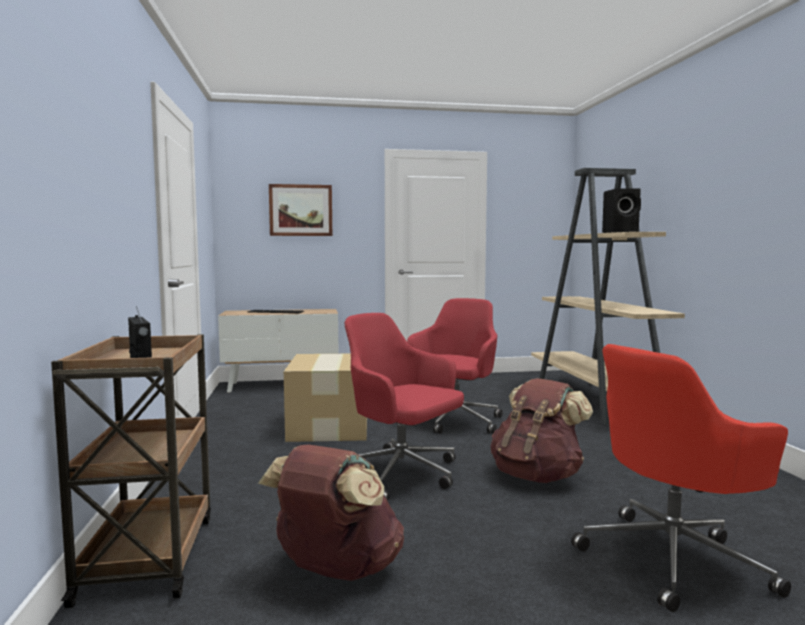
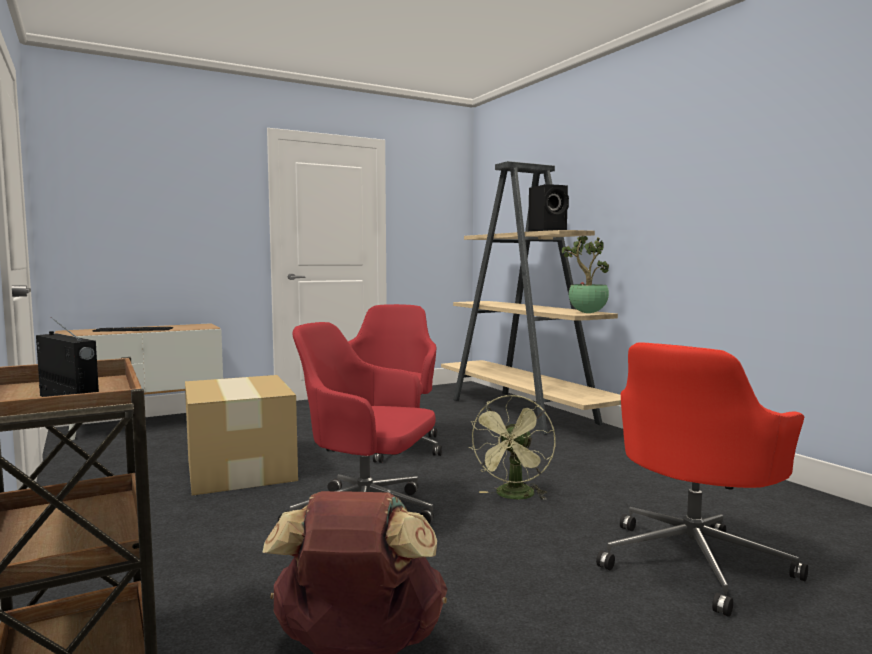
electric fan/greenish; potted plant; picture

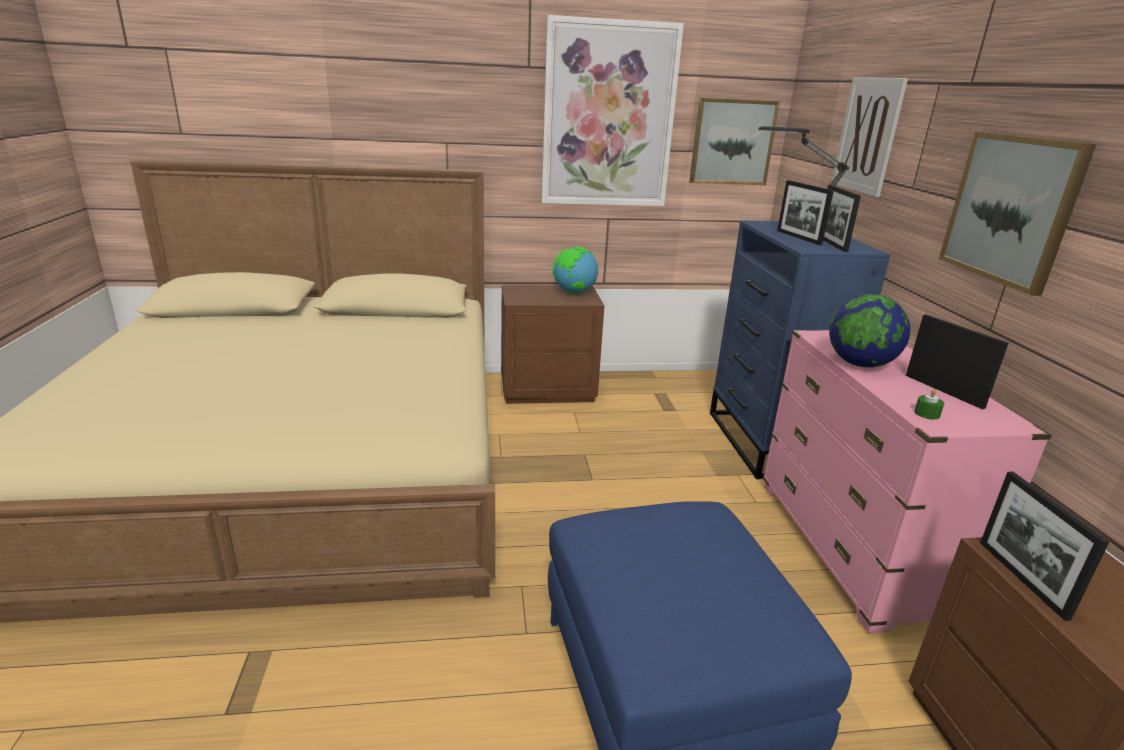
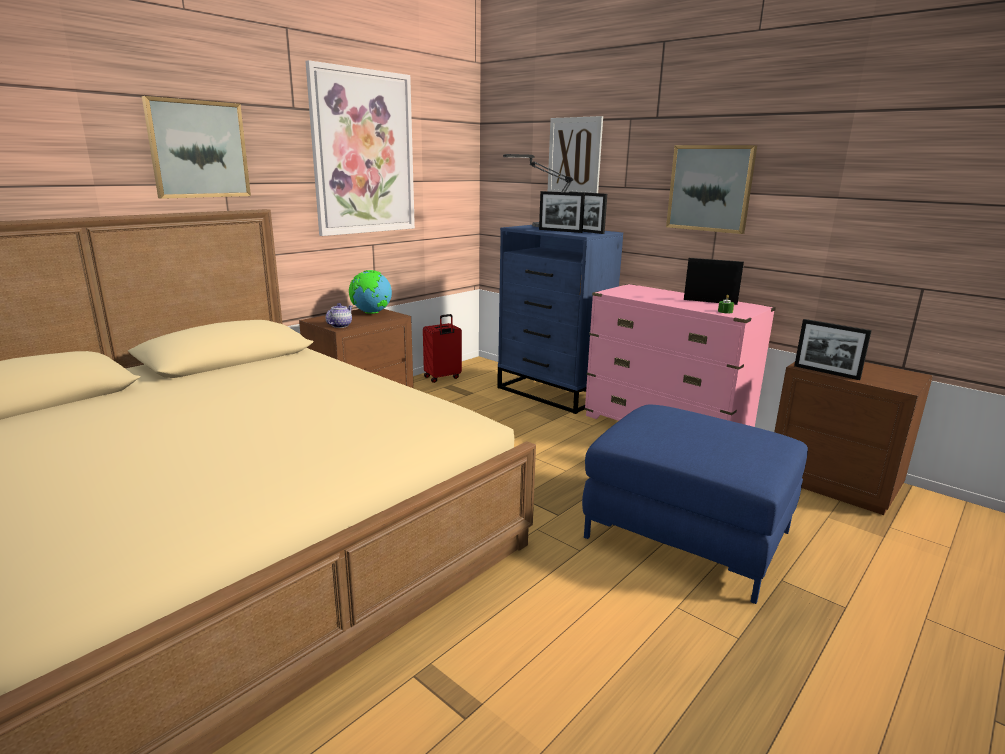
picture (1st from left); pot for tea; piece of luggage/red; globe (2nd from left in the first image)

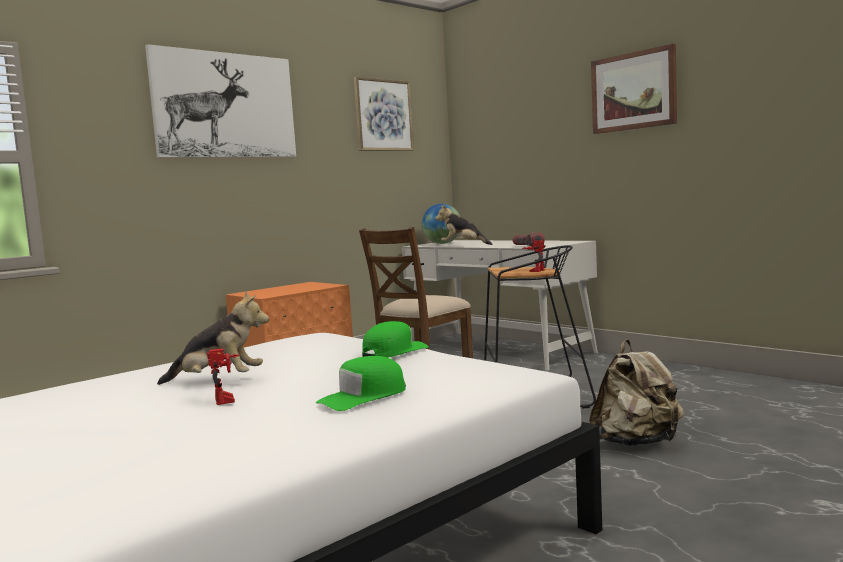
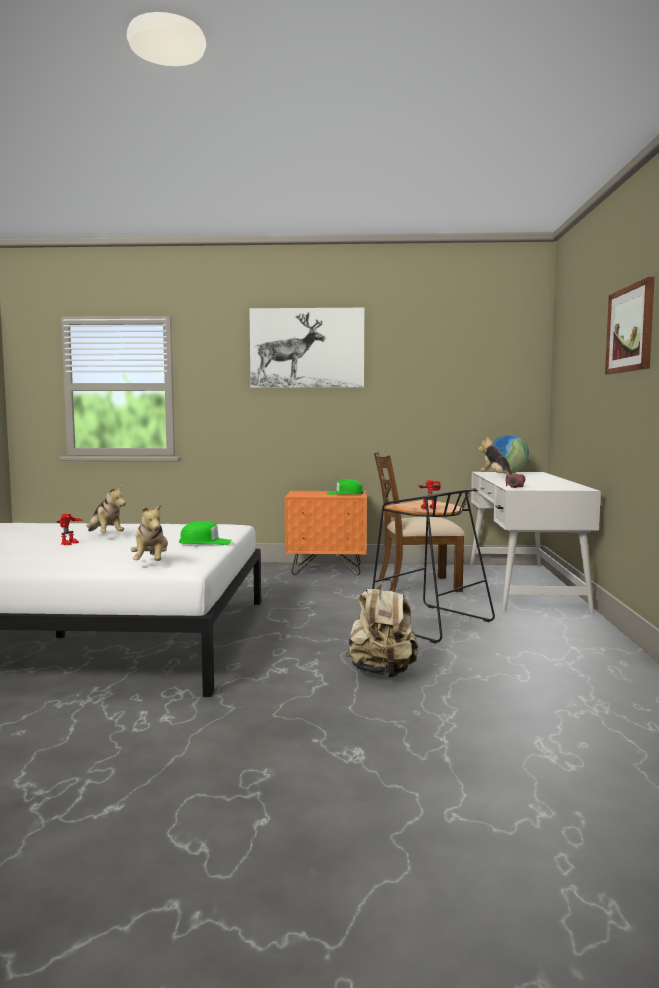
cuddly toy (2nd from left); peaked cap/greenish (2nd from left); picture (2nd from left in the first image)

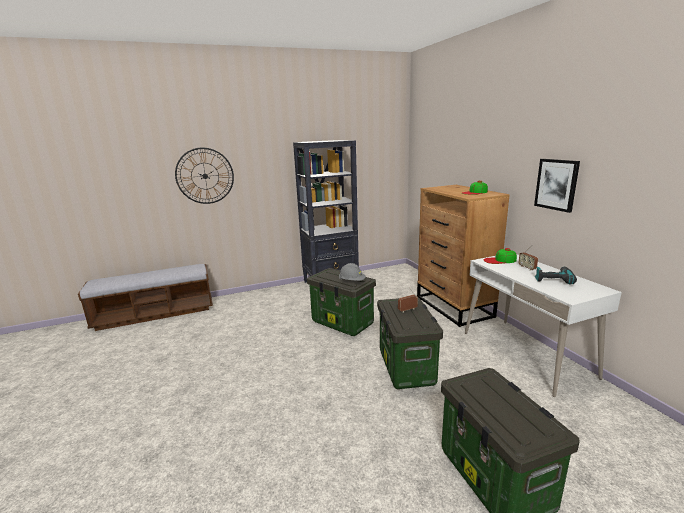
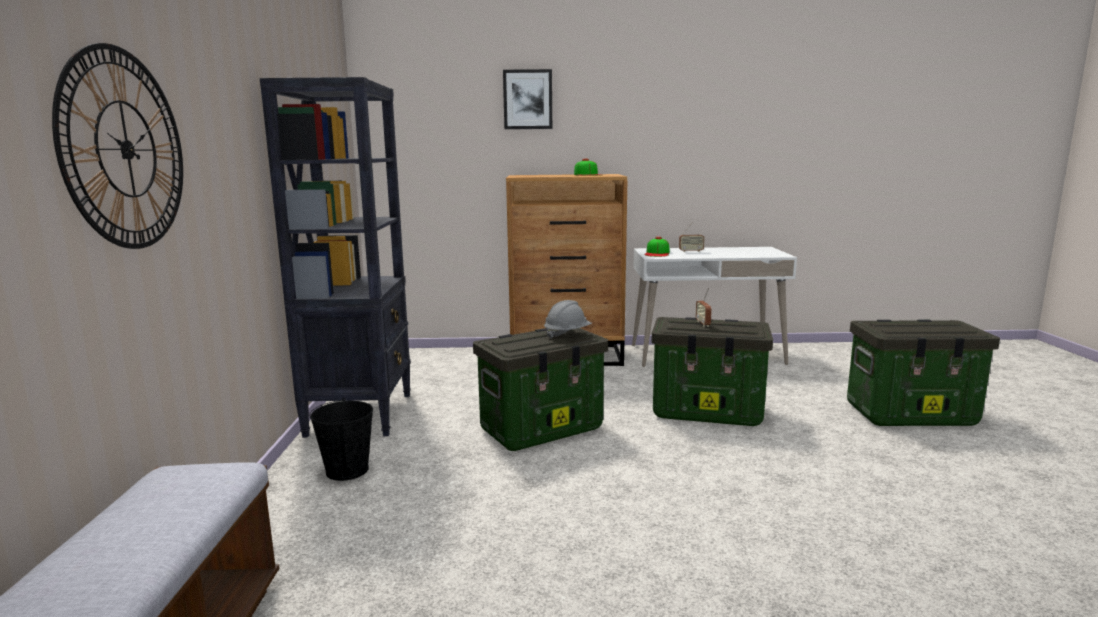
pail/black-coloured; picture; power drill

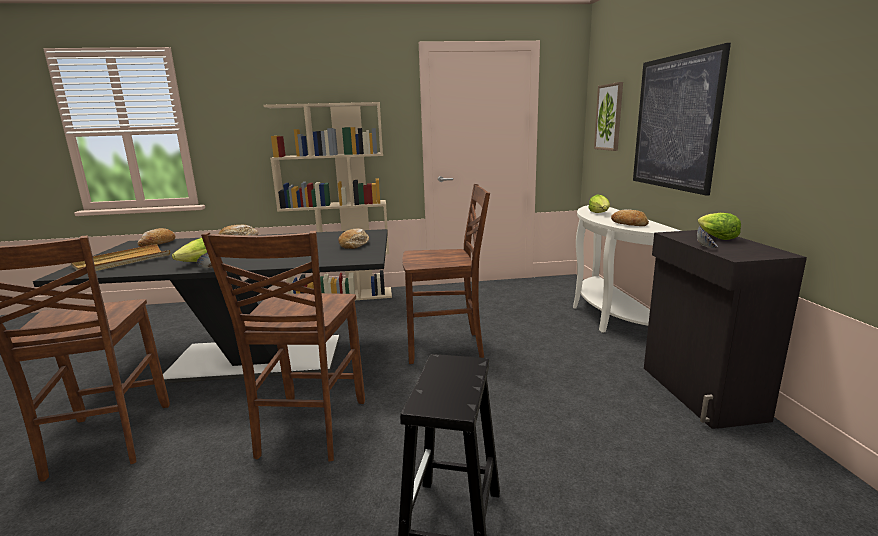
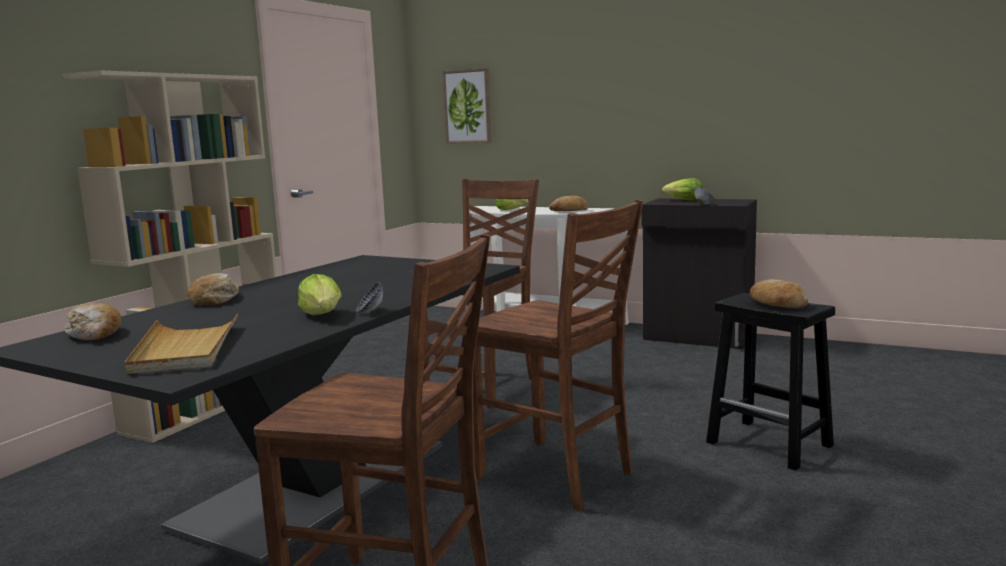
bread (4th from left); picture (2nd from left in the first image)

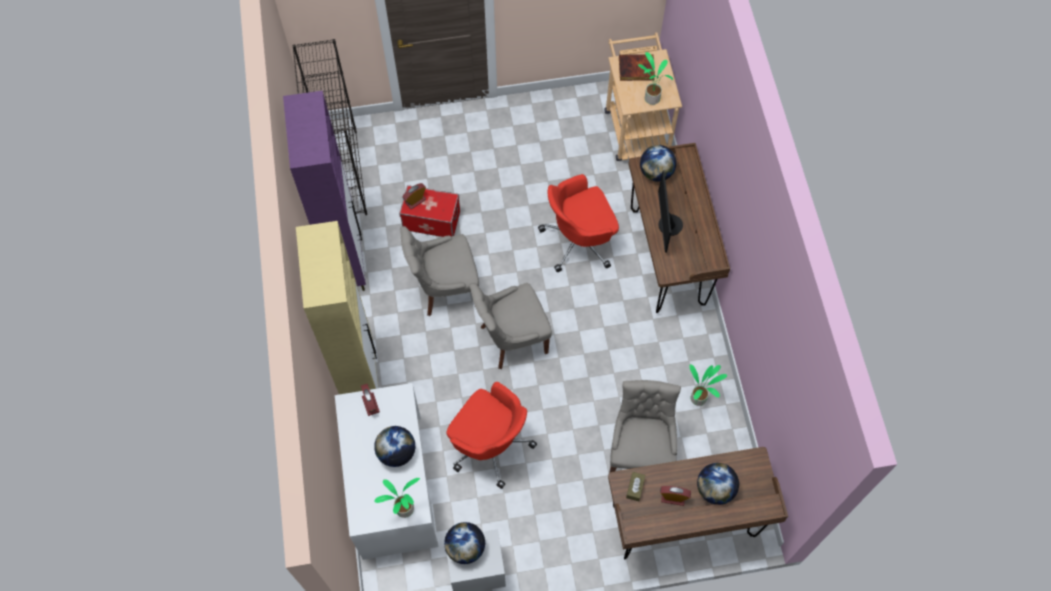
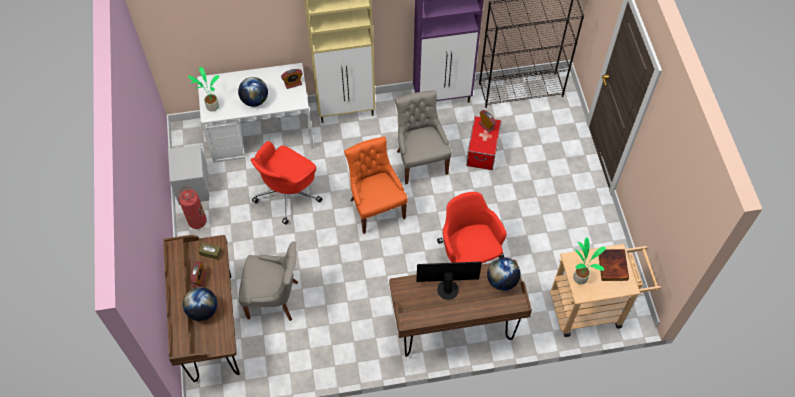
fire-fighting cylinder; plain chair/orangey; globe (2nd from left in the first image); potted plant (3rd from left in the first image)

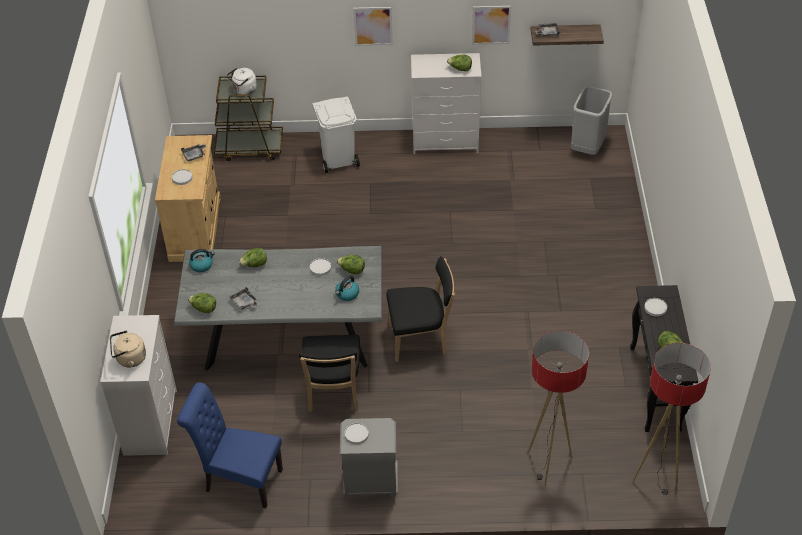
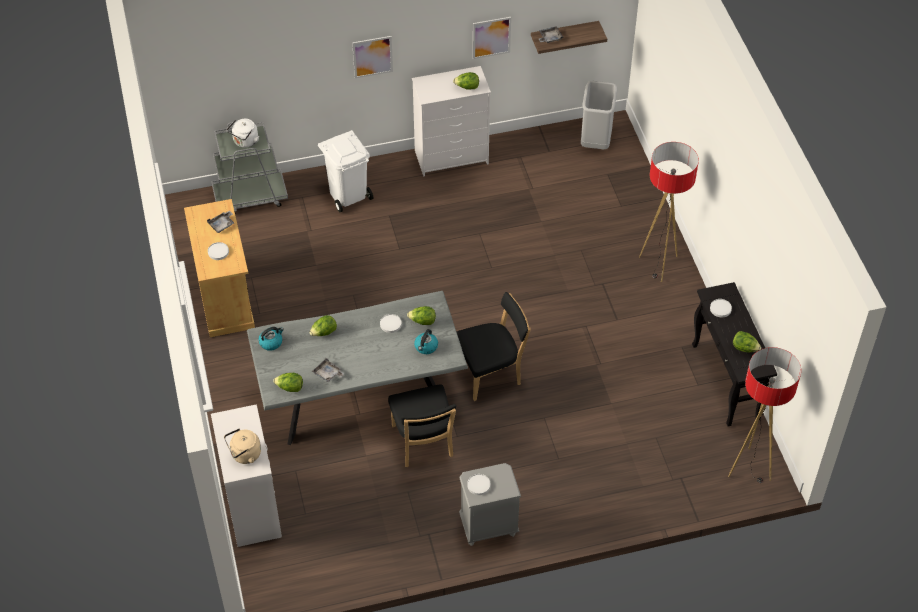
wheeled cart/greyish; standard lamp (1st from left); plain chair/bluish

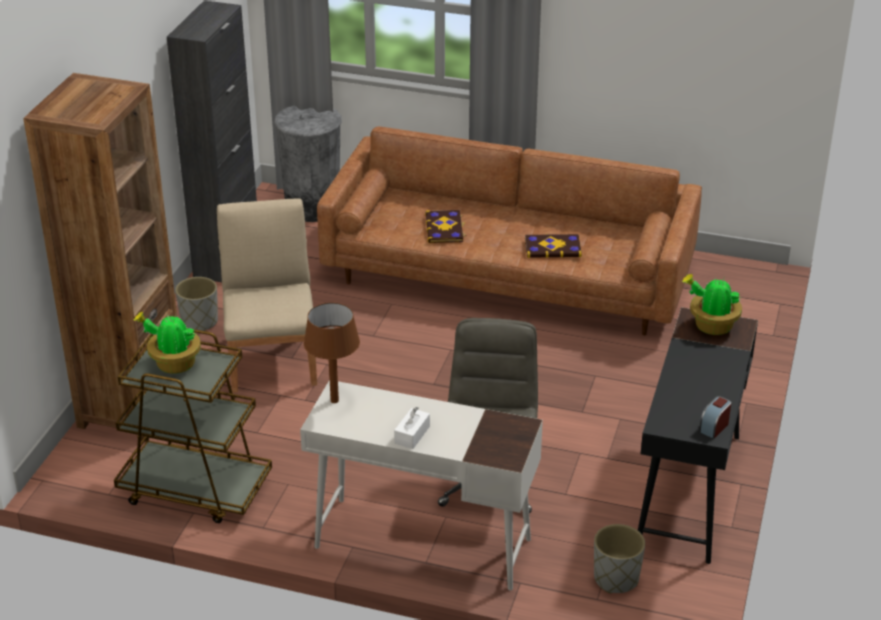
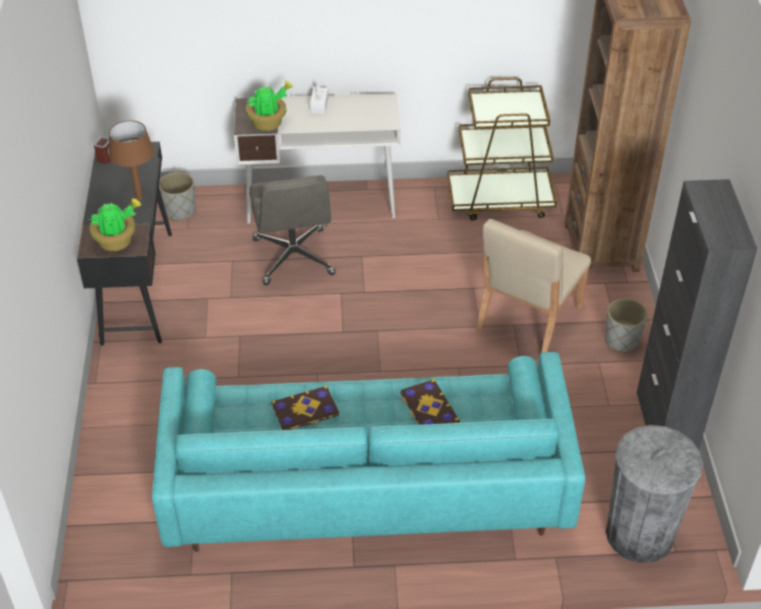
tabletop lamp/brown-coloured; sofa/turquoise-coloured; potted plant (2nd from left); plain chair/beige-coloured

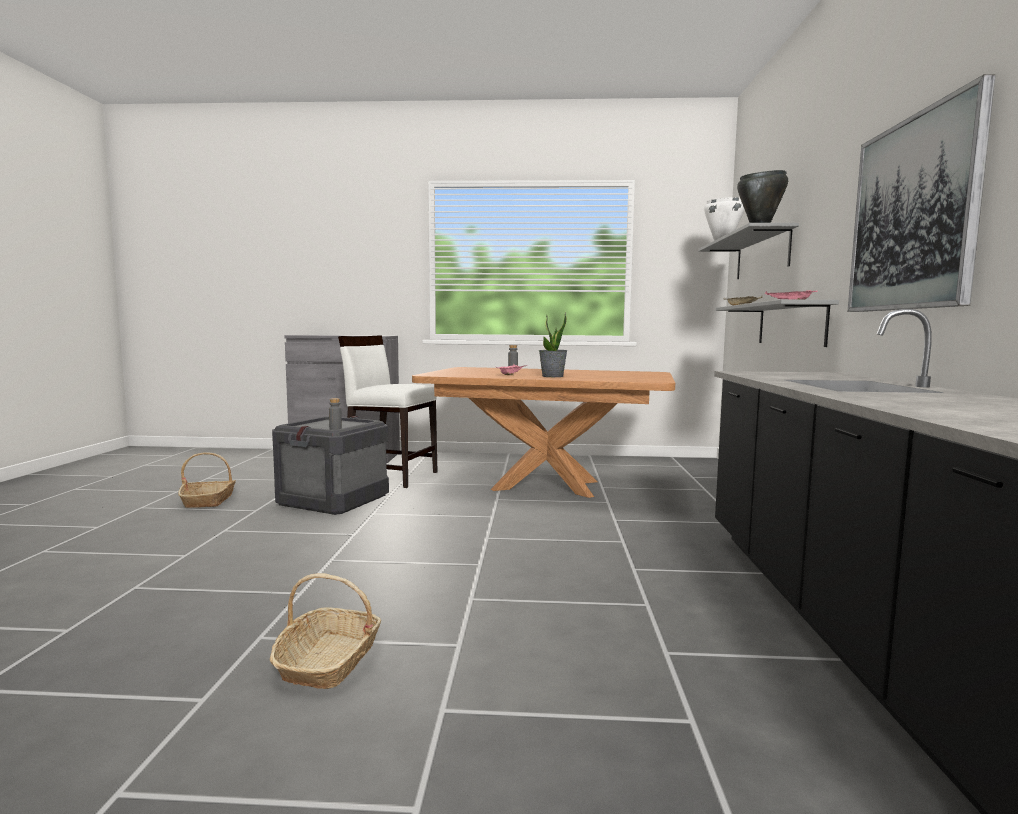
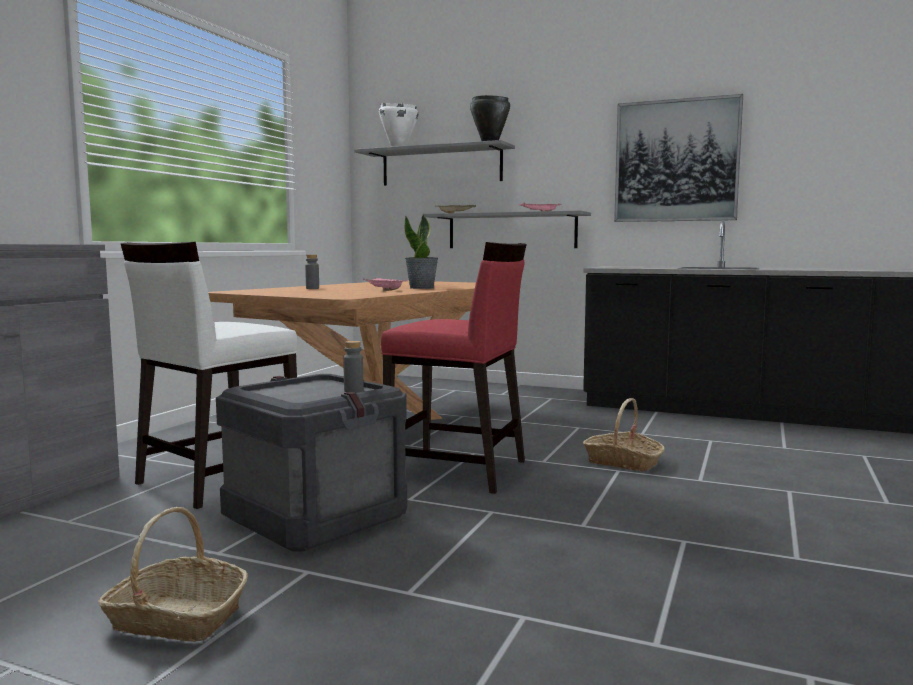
plain chair/red; household basket (2nd from left)

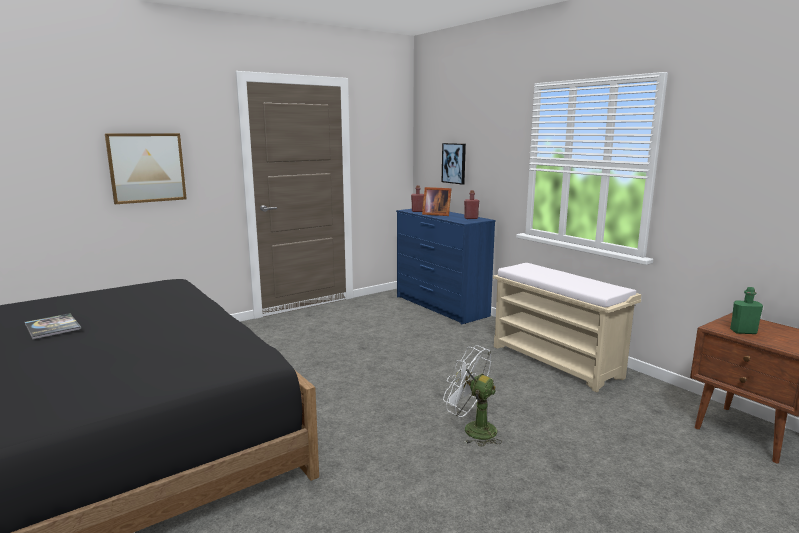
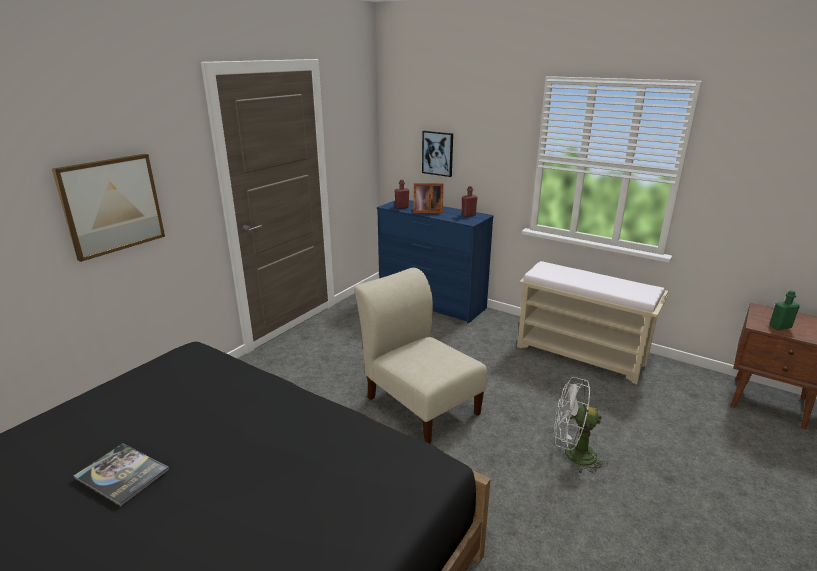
plain chair/beige-coloured

